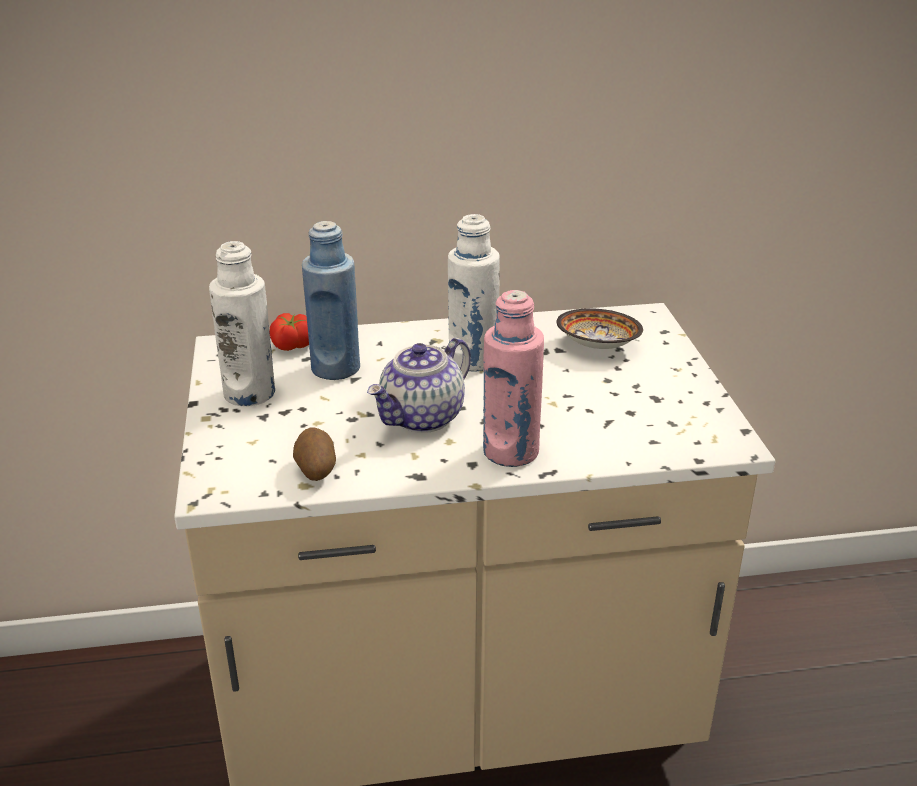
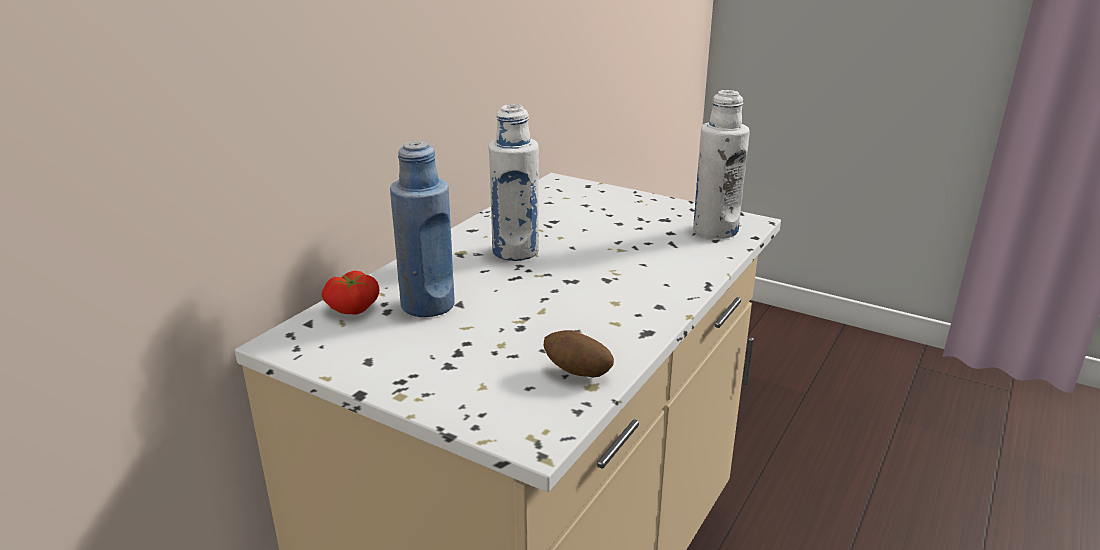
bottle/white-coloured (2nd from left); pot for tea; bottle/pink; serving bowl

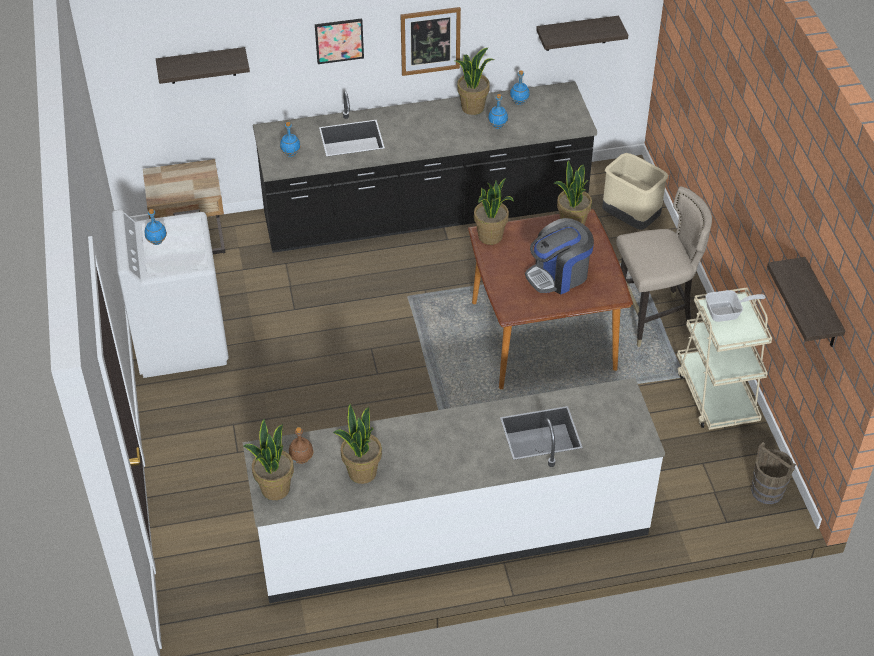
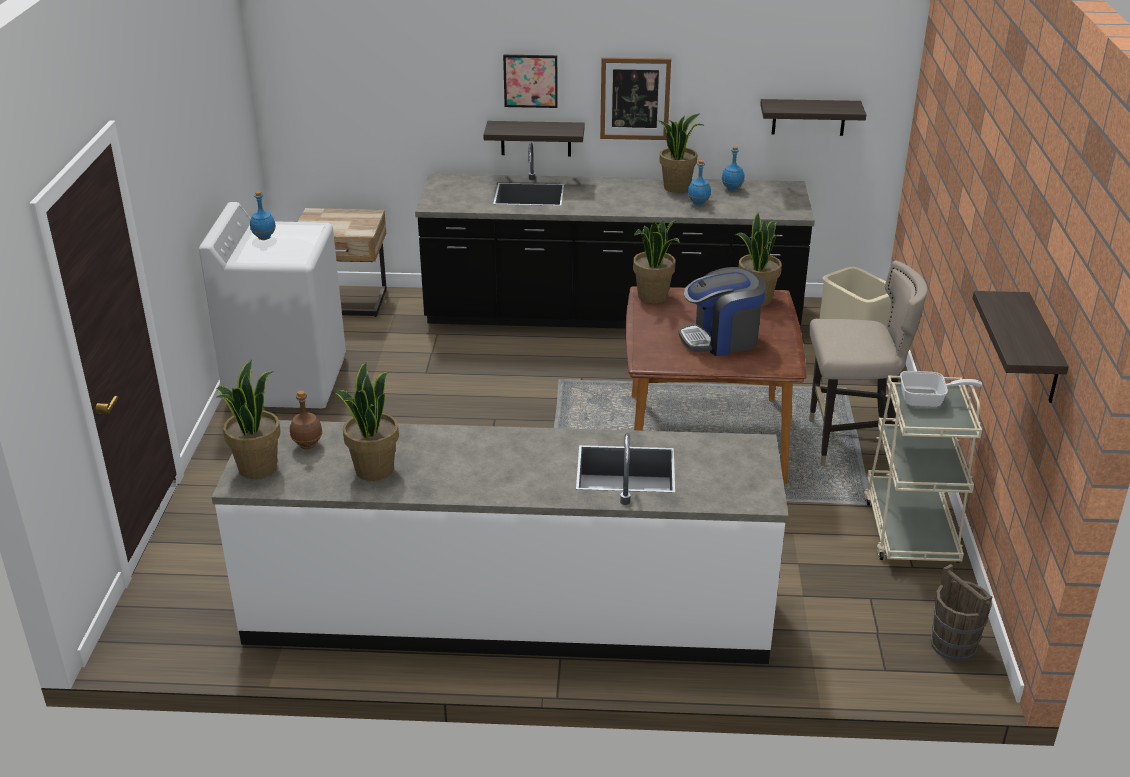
shelf (1st from left); bottle/bluish (2nd from left in the first image)

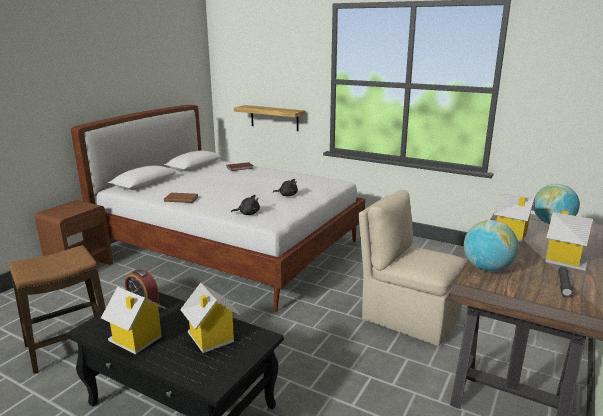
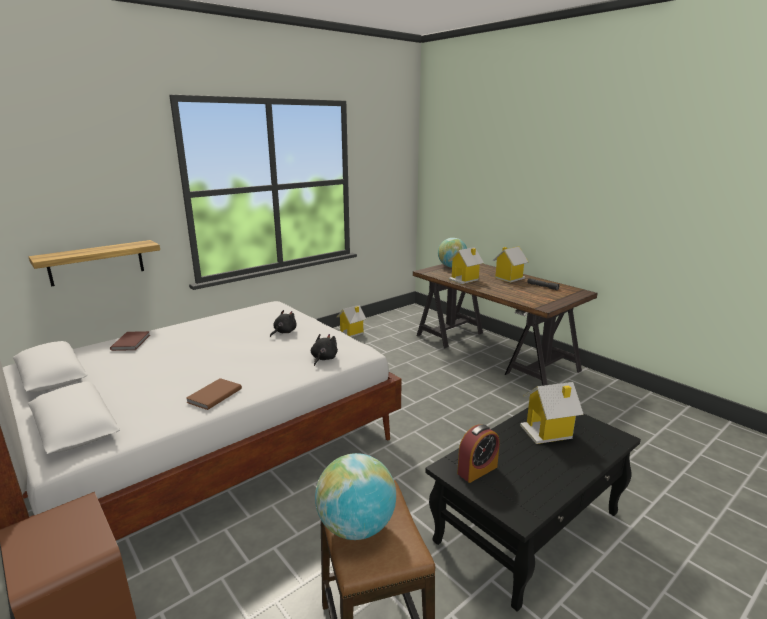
globe (1st from left); toy house (1st from left); plain chair/beige-coloured

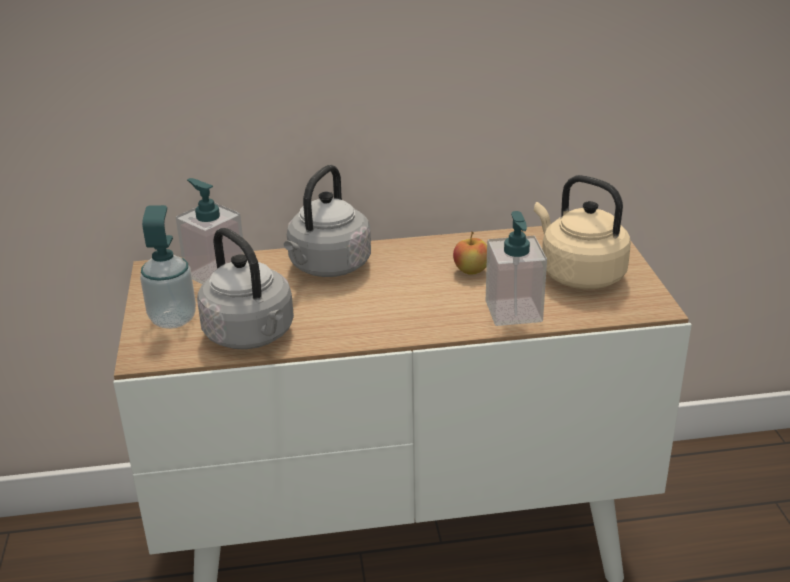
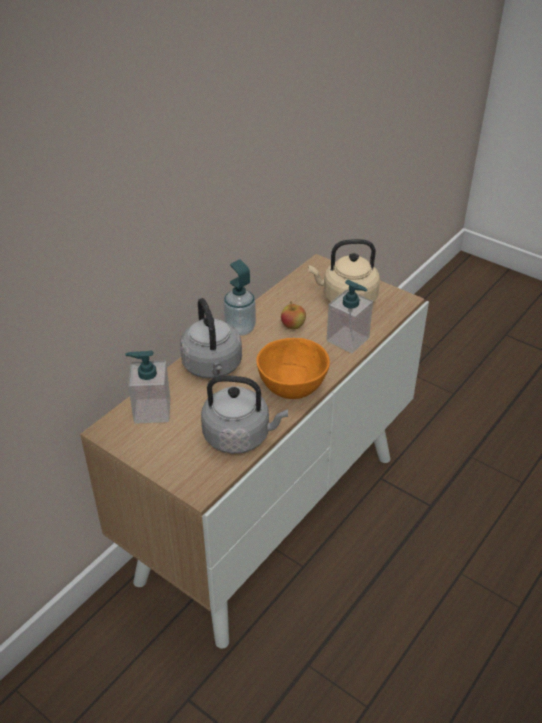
liquid soap bottle (2nd from left); serving bowl/orangey

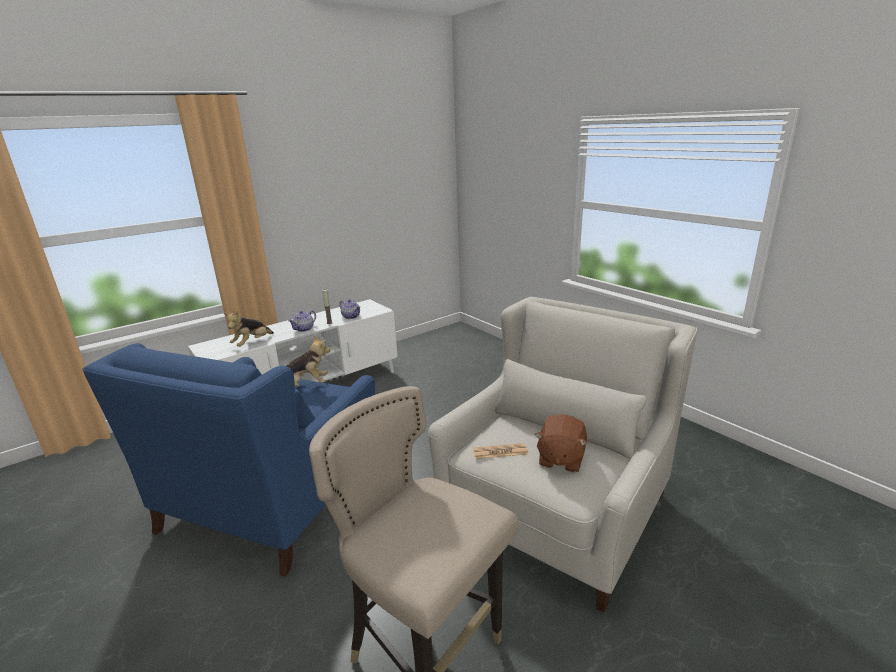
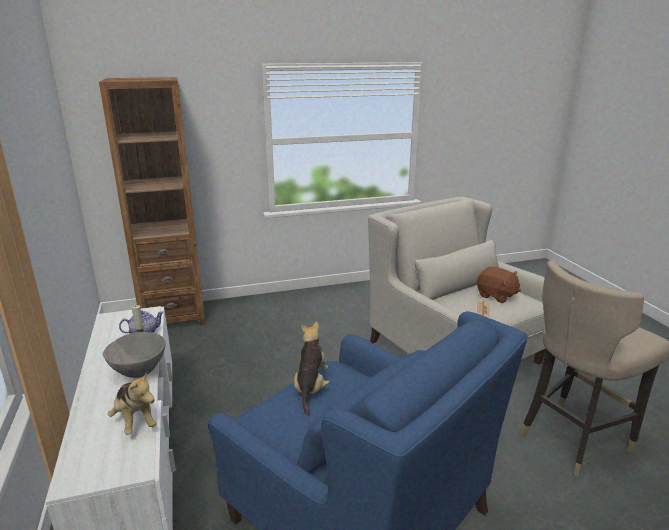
shelving unit/brown-coloured; serving bowl/greyish

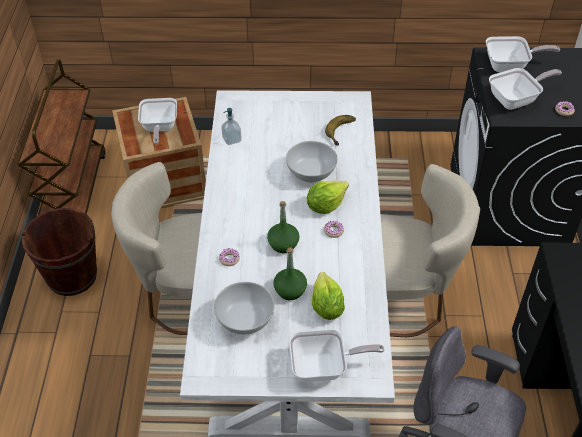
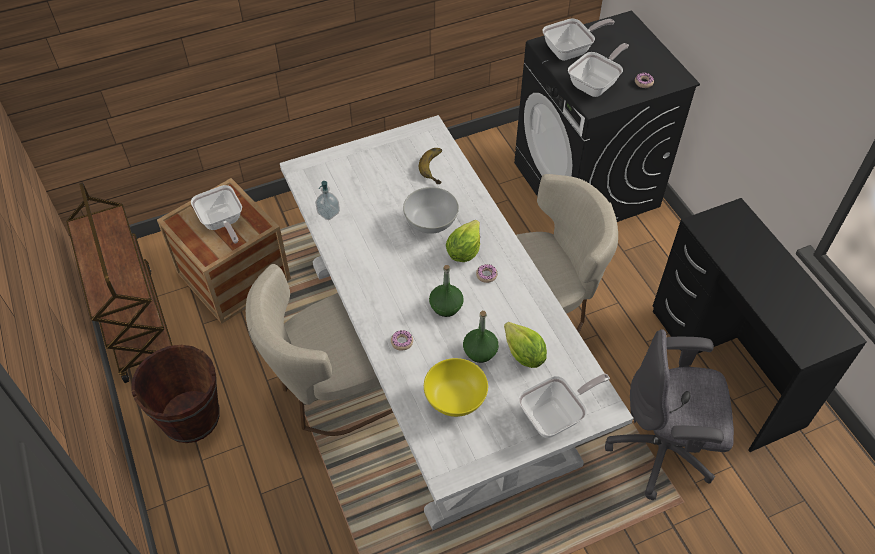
serving bowl/yellow

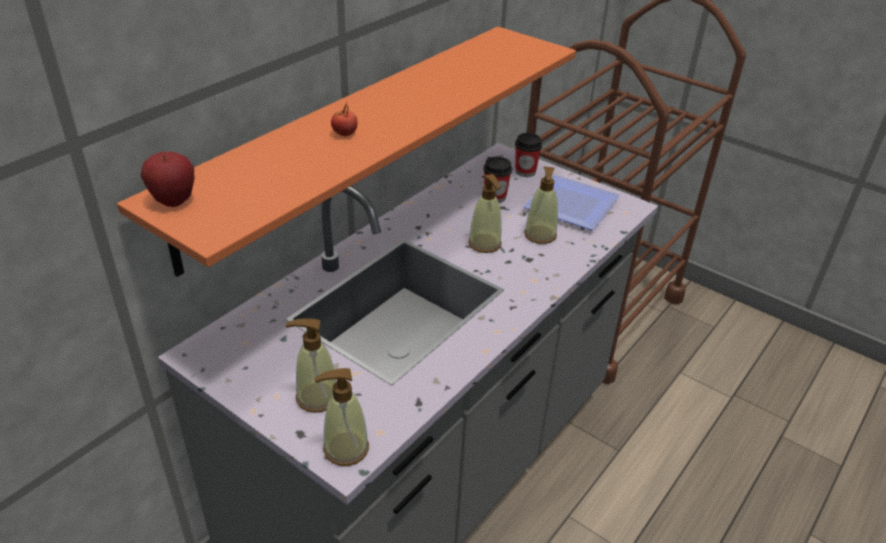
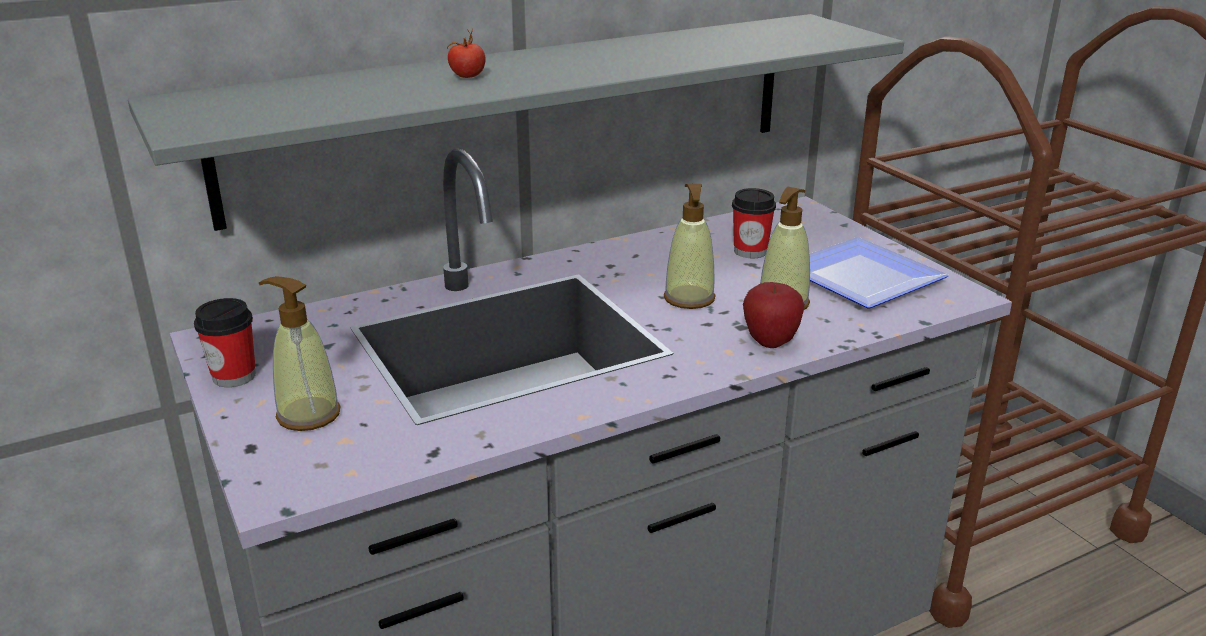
shelf/greyish; small cup (1st from left); apple fruit; liquid soap bottle (2nd from left in the first image)

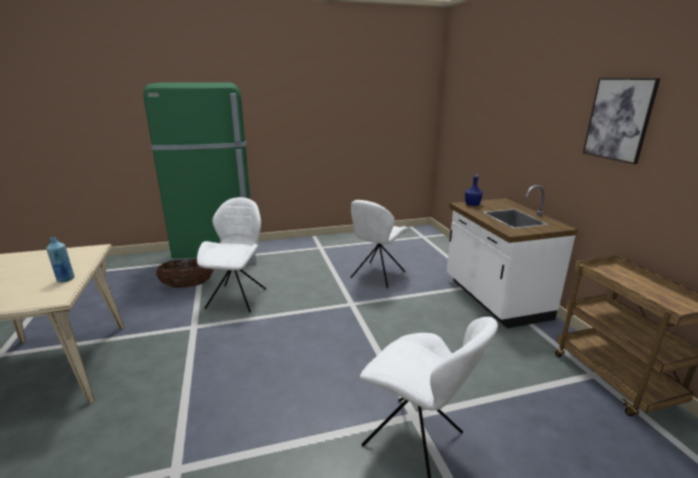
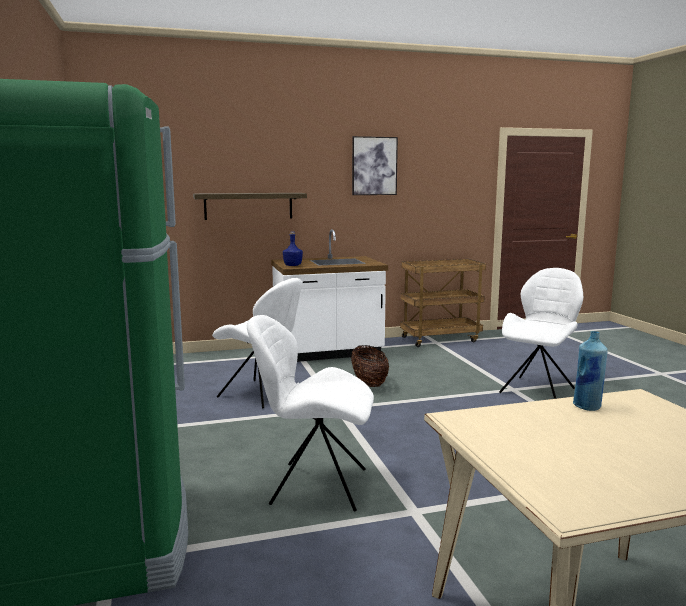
shelf; household basket

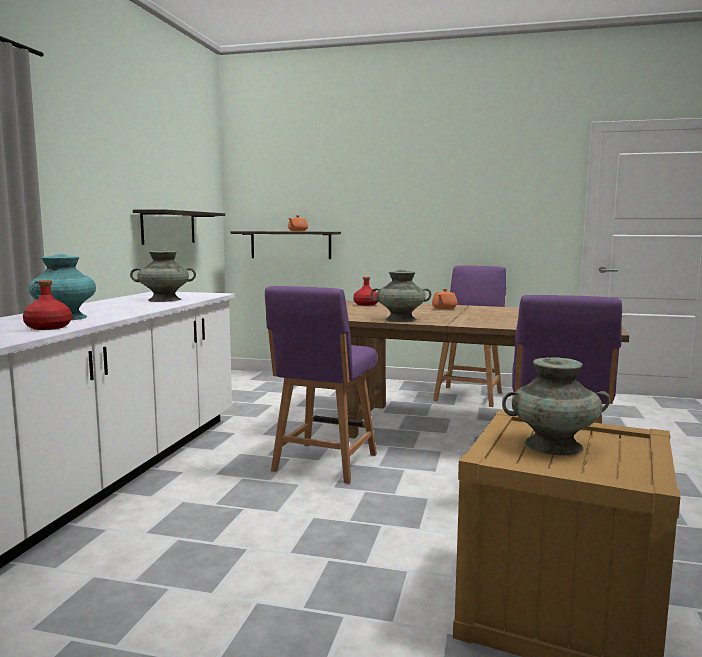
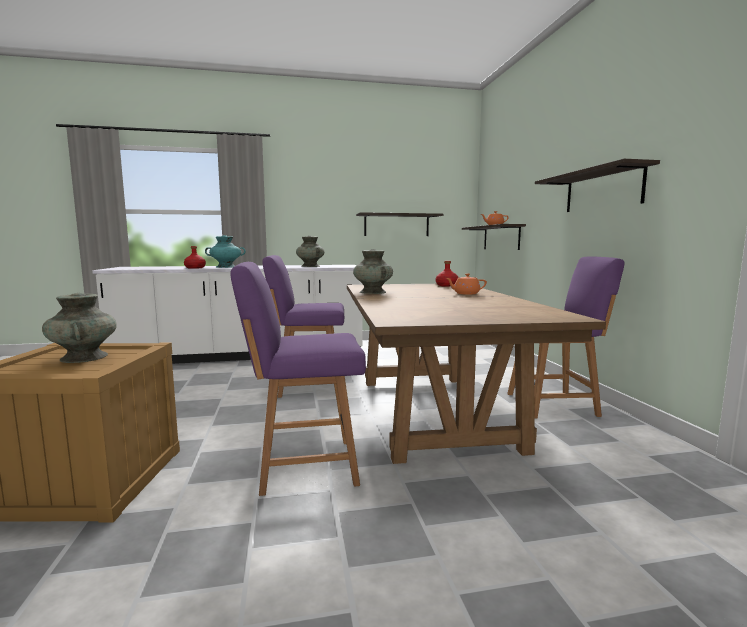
shelf (3rd from left)

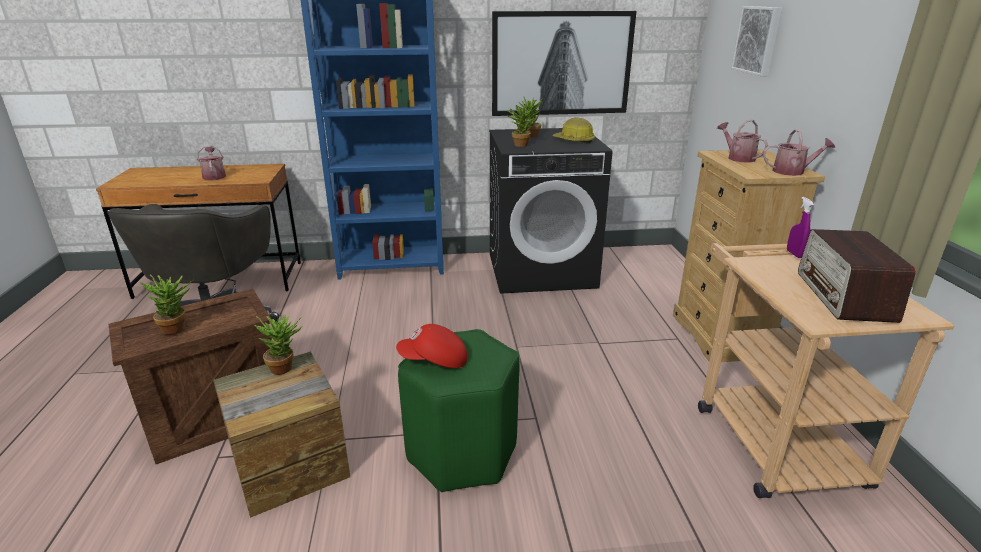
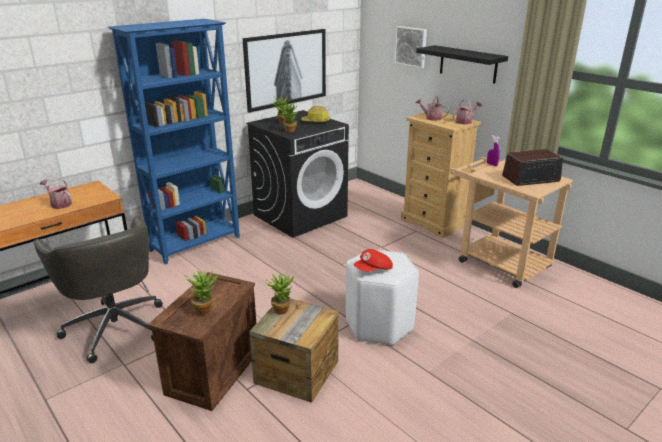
sitting stool/white-coloured; shelf/black-coloured; radio receiver

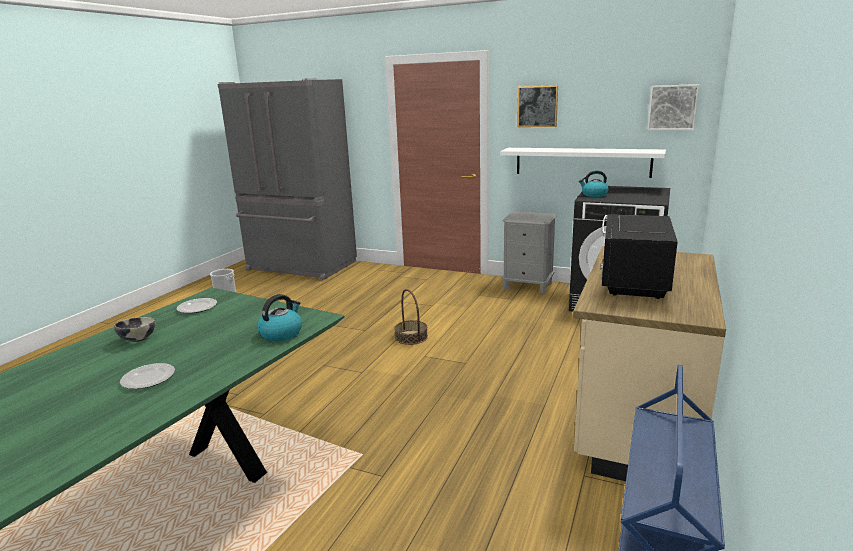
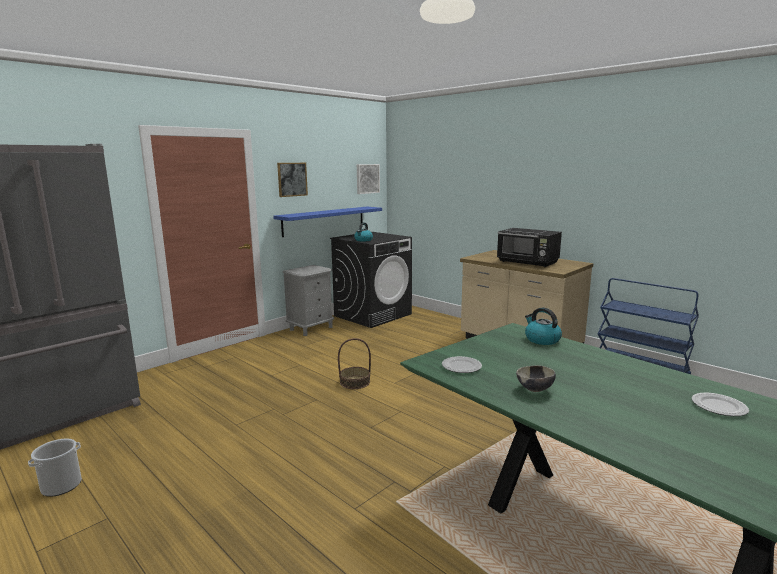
shelf/bluish; plate (2nd from left)

